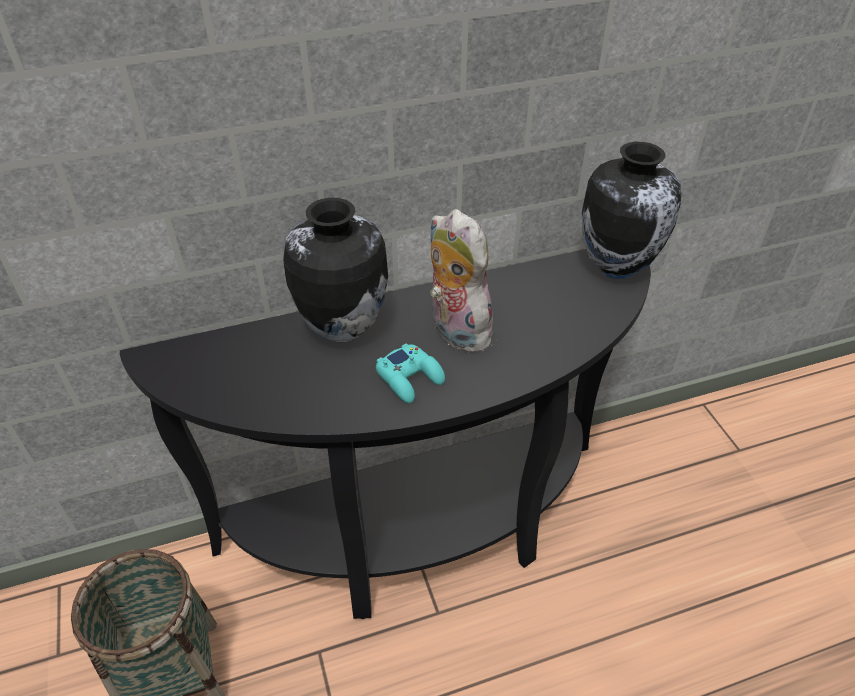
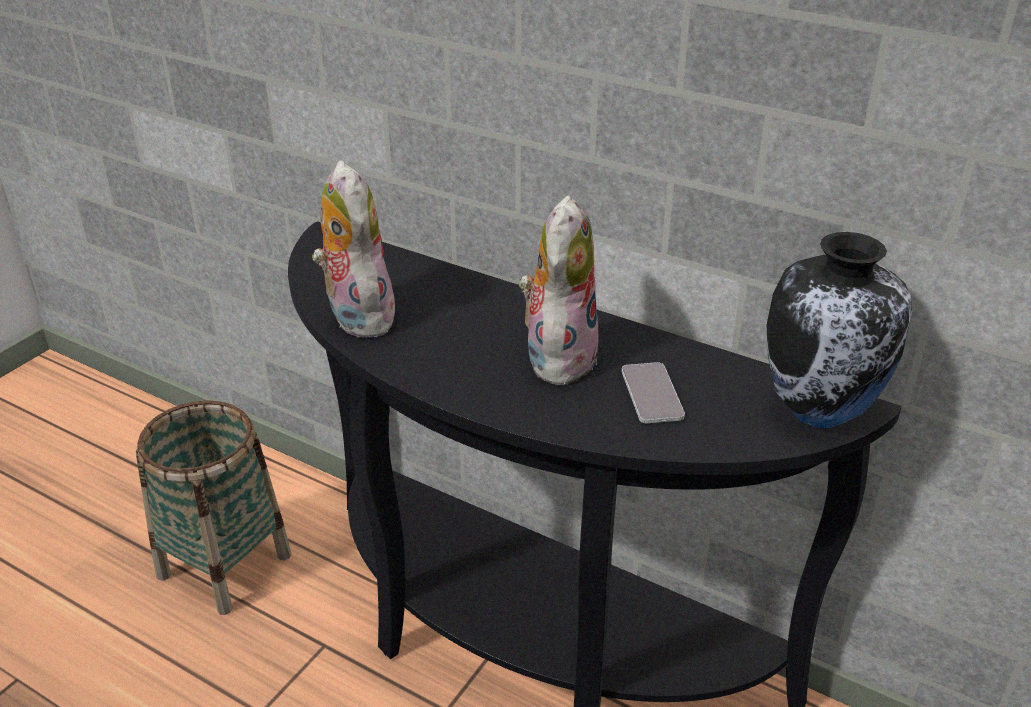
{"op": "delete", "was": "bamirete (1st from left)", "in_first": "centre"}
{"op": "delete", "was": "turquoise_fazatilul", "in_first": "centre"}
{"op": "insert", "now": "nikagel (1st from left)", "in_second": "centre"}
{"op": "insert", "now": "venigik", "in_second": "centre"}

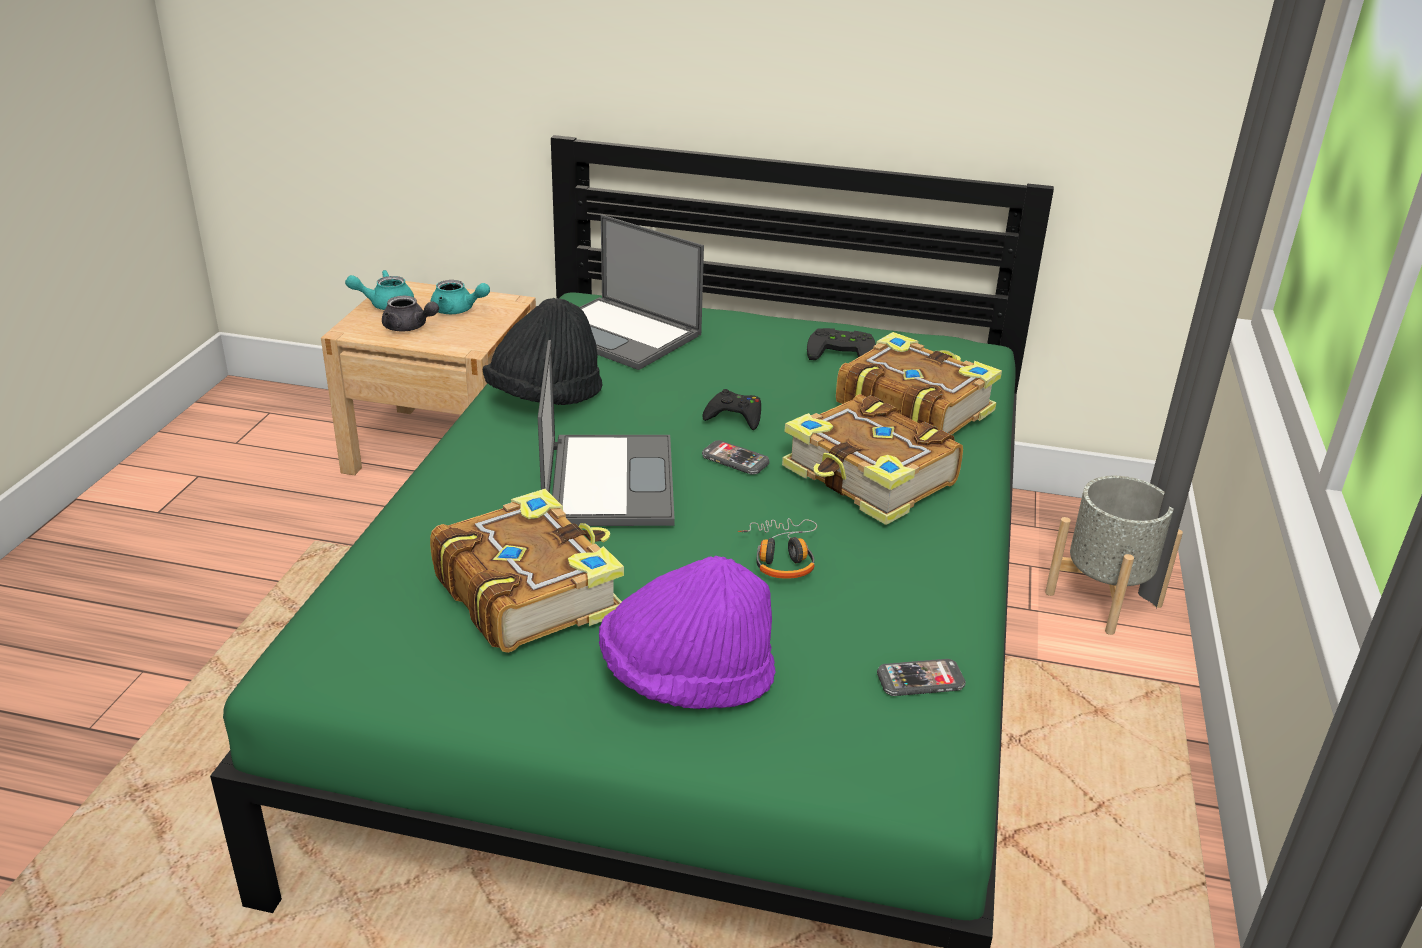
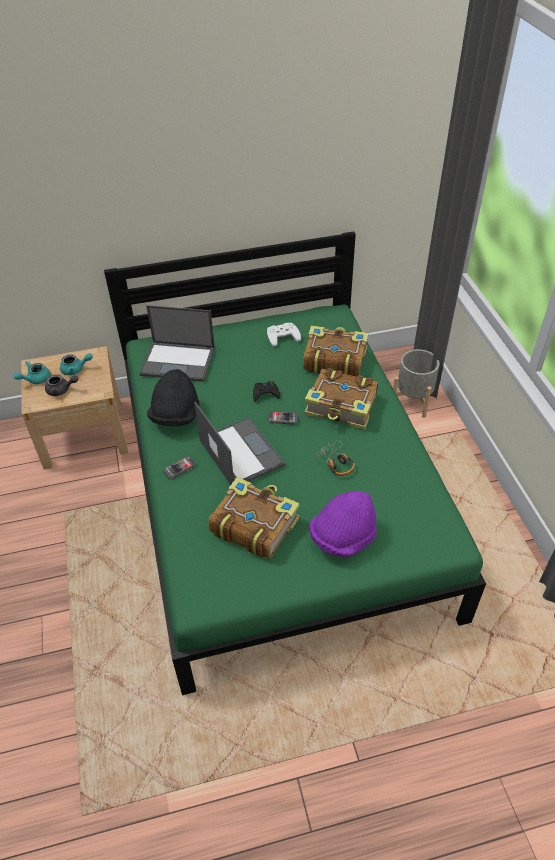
{"op": "recolor", "was": "black_fazatilul (2nd from left)", "now": "white_fazatilul", "in_first": "centre", "in_second": "centre"}
{"op": "move", "was": "venigik (2nd from left in the first image)", "now": "venigik (1st from left)", "in_first": "bottom centre", "in_second": "middle left"}

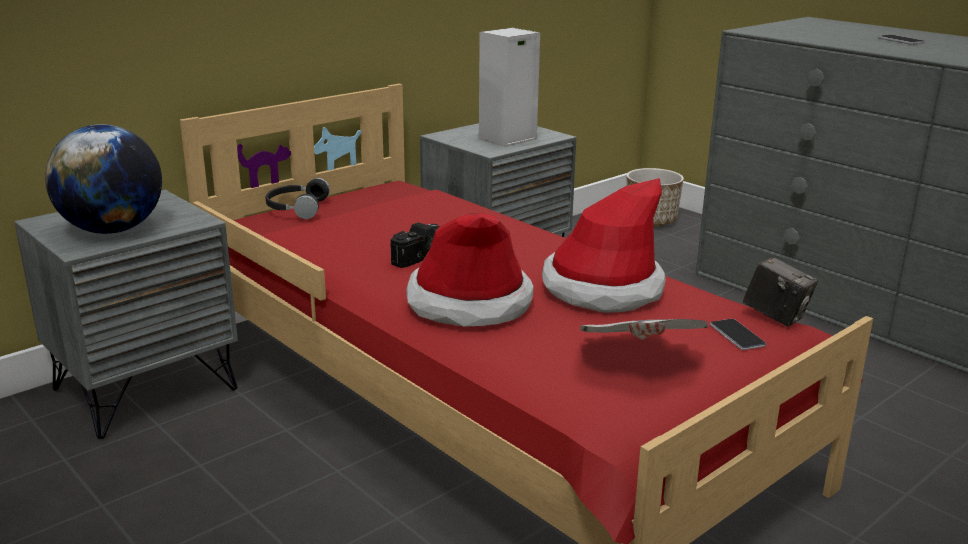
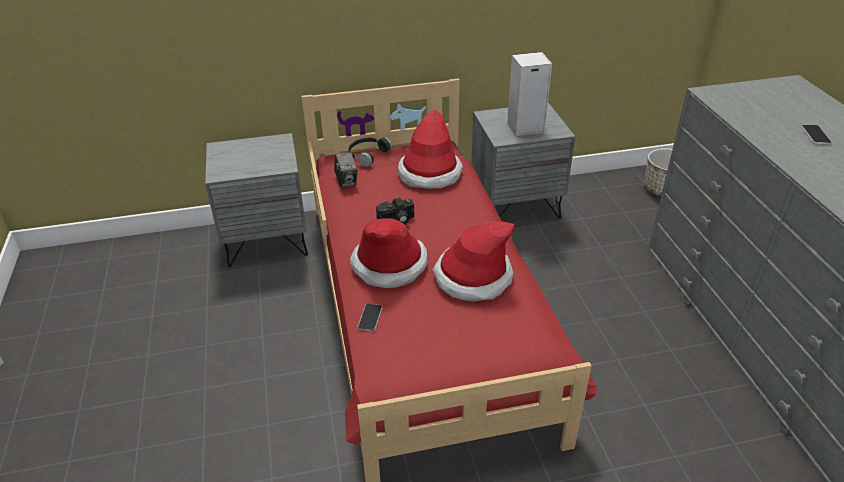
{"op": "delete", "was": "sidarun", "in_first": "top left"}
{"op": "delete", "was": "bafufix", "in_first": "centre"}
{"op": "move", "was": "venigik (1st from left)", "in_first": "middle right", "in_second": "centre"}
{"op": "move", "was": "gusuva (2nd from left in the first image)", "now": "gusuva (1st from left)", "in_first": "middle right", "in_second": "centre"}
{"op": "insert", "now": "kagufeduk (2nd from left)", "in_second": "top centre"}

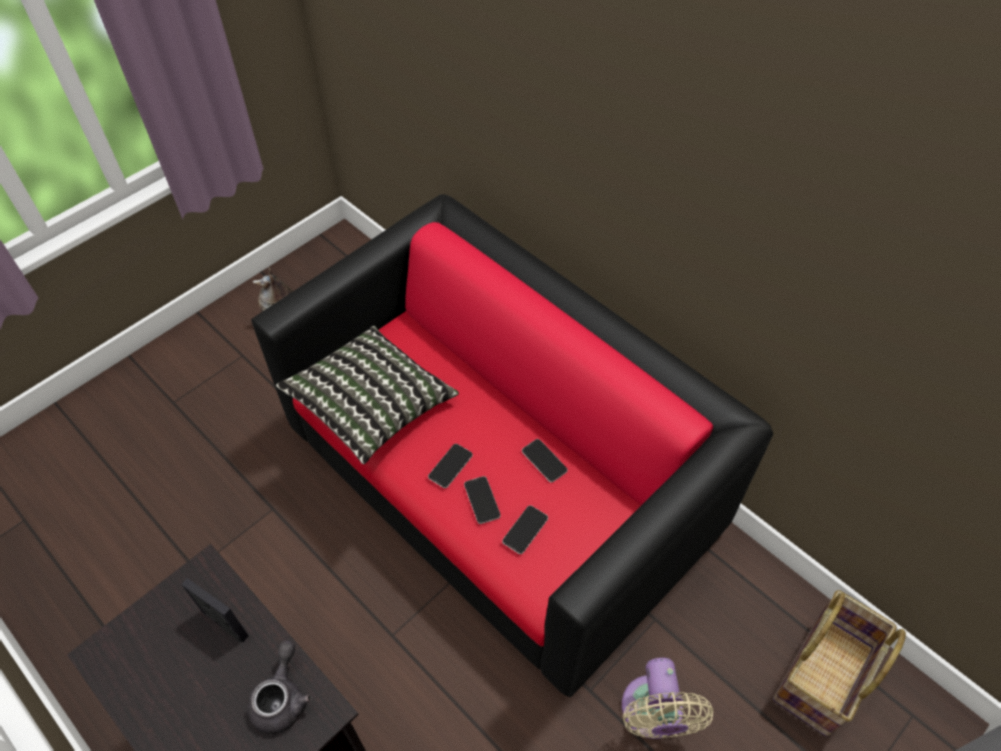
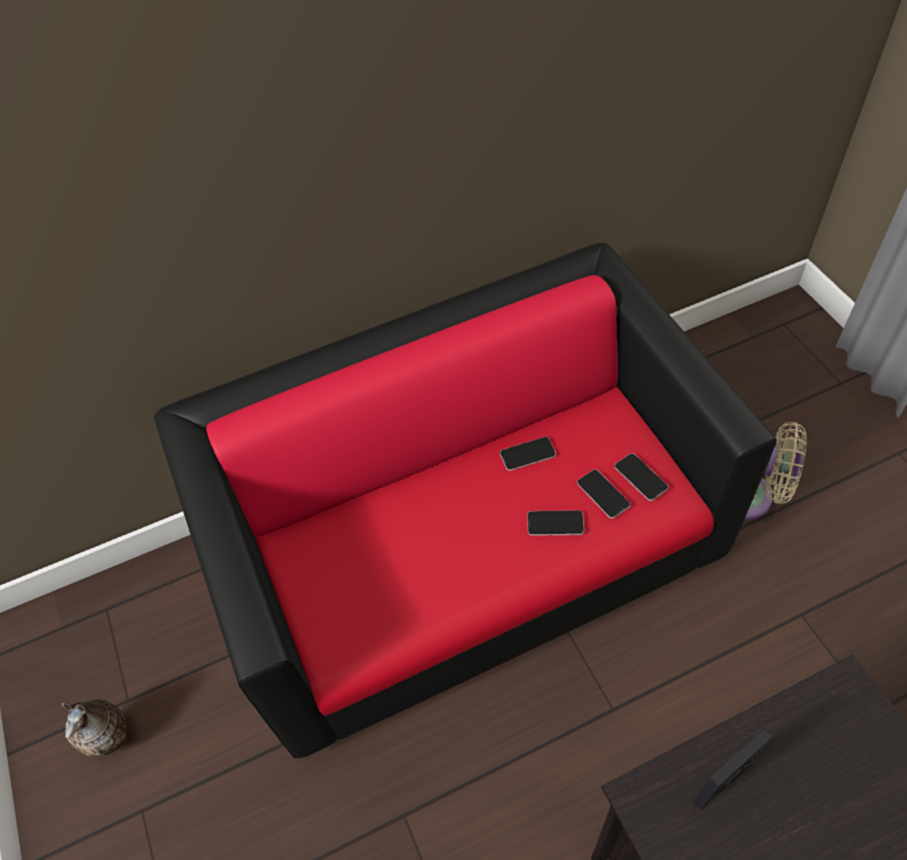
{"op": "delete", "was": "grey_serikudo", "in_first": "bottom left"}
{"op": "delete", "was": "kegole", "in_first": "centre"}
{"op": "move", "was": "venigik (1st from left in the first image)", "now": "venigik (4th from left)", "in_first": "centre", "in_second": "middle right"}
{"op": "delete", "was": "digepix", "in_first": "bottom right"}

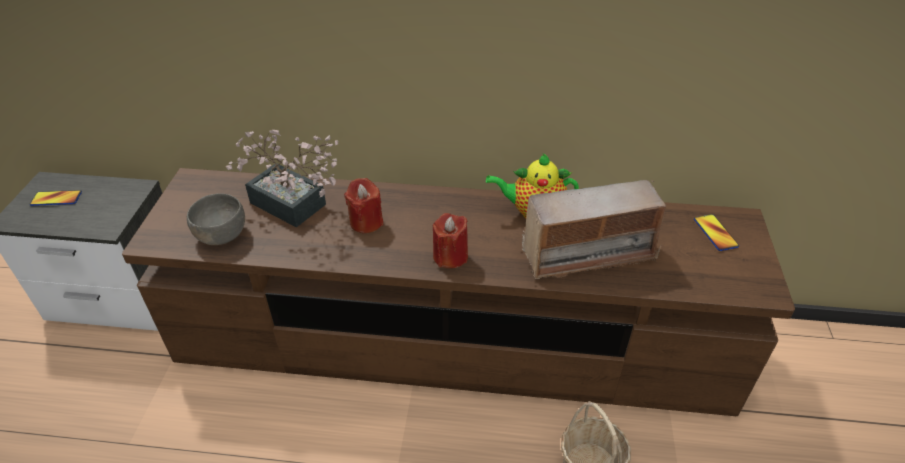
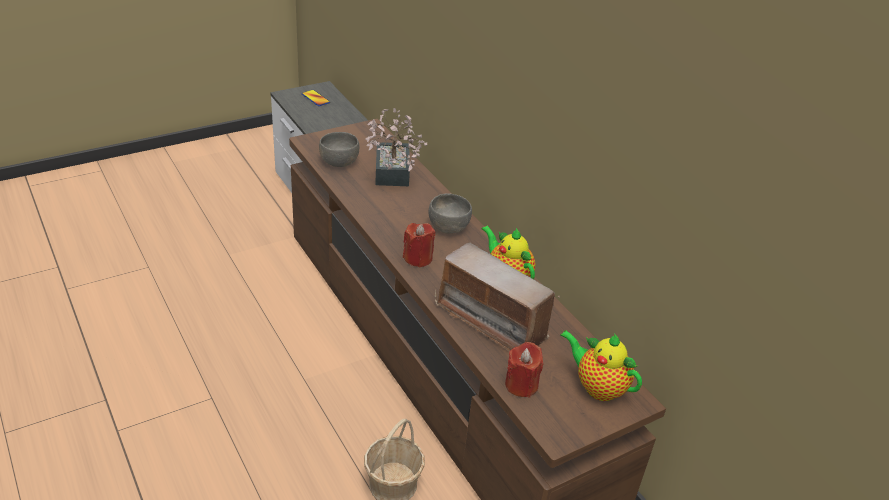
{"op": "move", "was": "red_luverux (1st from left in the first image)", "now": "red_luverux (2nd from left)", "in_first": "centre", "in_second": "bottom centre"}
{"op": "replace", "was": "venigik (2nd from left)", "now": "serikudo (2nd from left)", "in_first": "middle right", "in_second": "bottom right"}
{"op": "insert", "now": "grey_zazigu (2nd from left)", "in_second": "centre"}

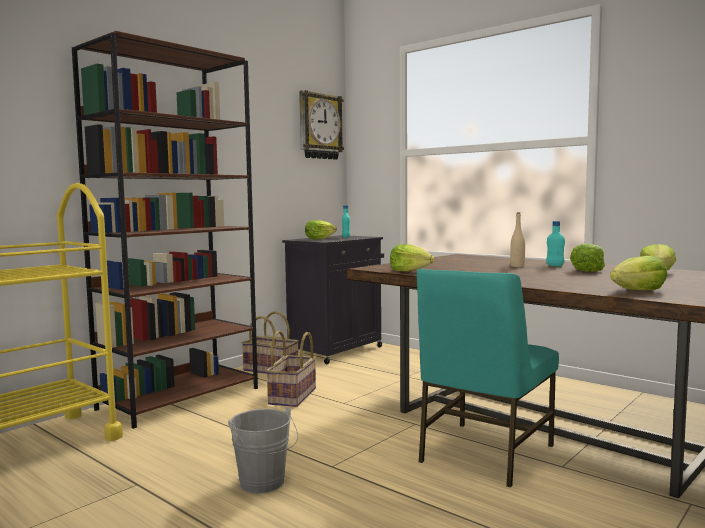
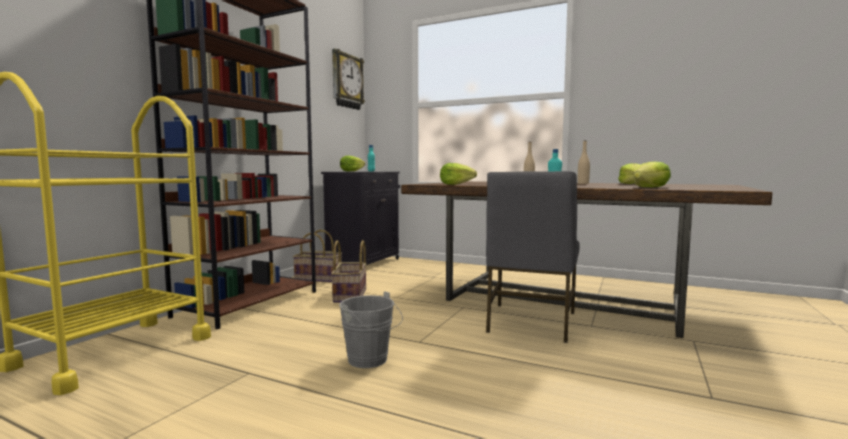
{"op": "recolor", "was": "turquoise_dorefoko", "now": "grey_dorefoko", "in_first": "bottom right", "in_second": "centre"}
{"op": "replace", "was": "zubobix (3rd from left)", "now": "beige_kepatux (2nd from left)", "in_first": "middle right", "in_second": "middle right"}

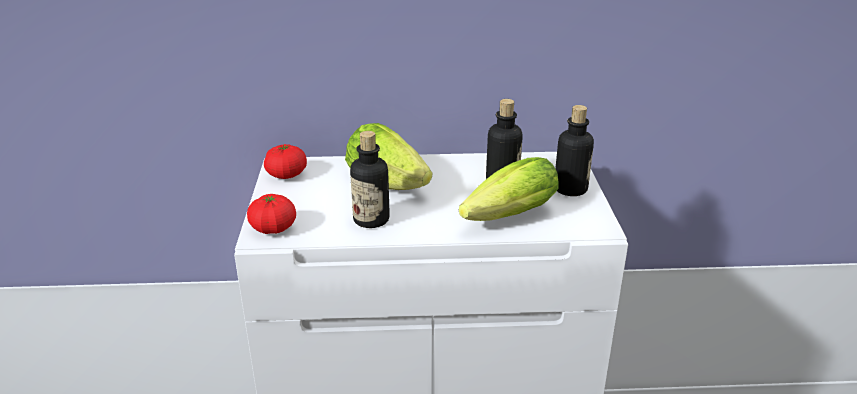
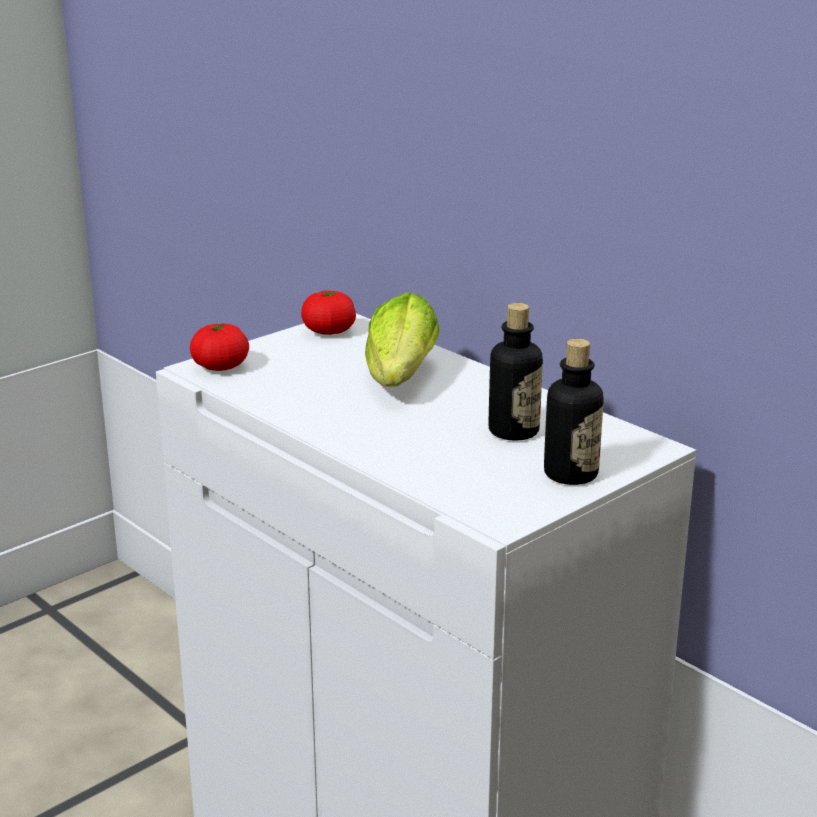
{"op": "delete", "was": "kepatux (1st from left)", "in_first": "centre"}
{"op": "delete", "was": "zubobix (2nd from left)", "in_first": "centre"}

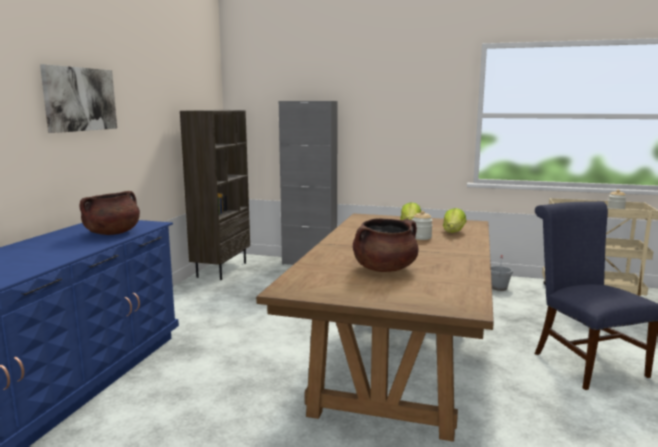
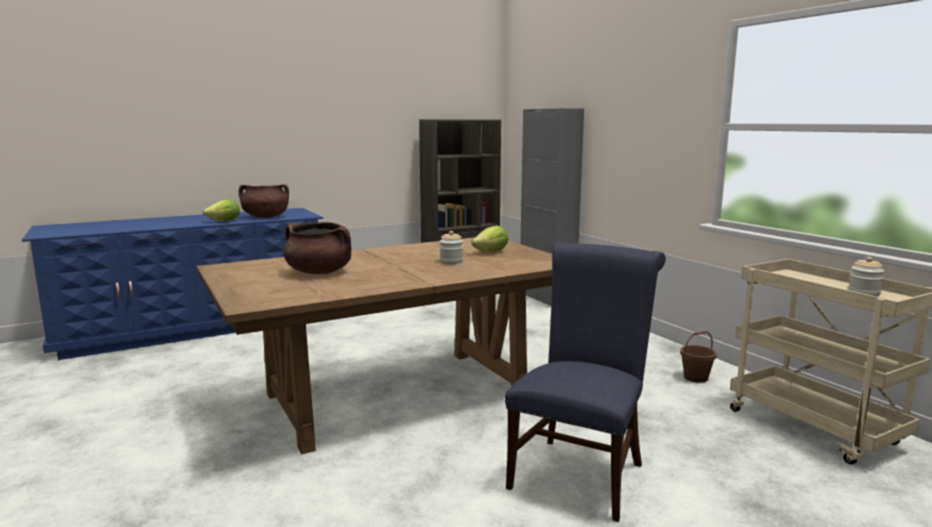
{"op": "delete", "was": "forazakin", "in_first": "top left"}
{"op": "move", "was": "zubobix (2nd from left in the first image)", "now": "zubobix (1st from left)", "in_first": "middle right", "in_second": "middle left"}
{"op": "recolor", "was": "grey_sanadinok", "now": "brown_sanadinok", "in_first": "middle right", "in_second": "bottom right"}

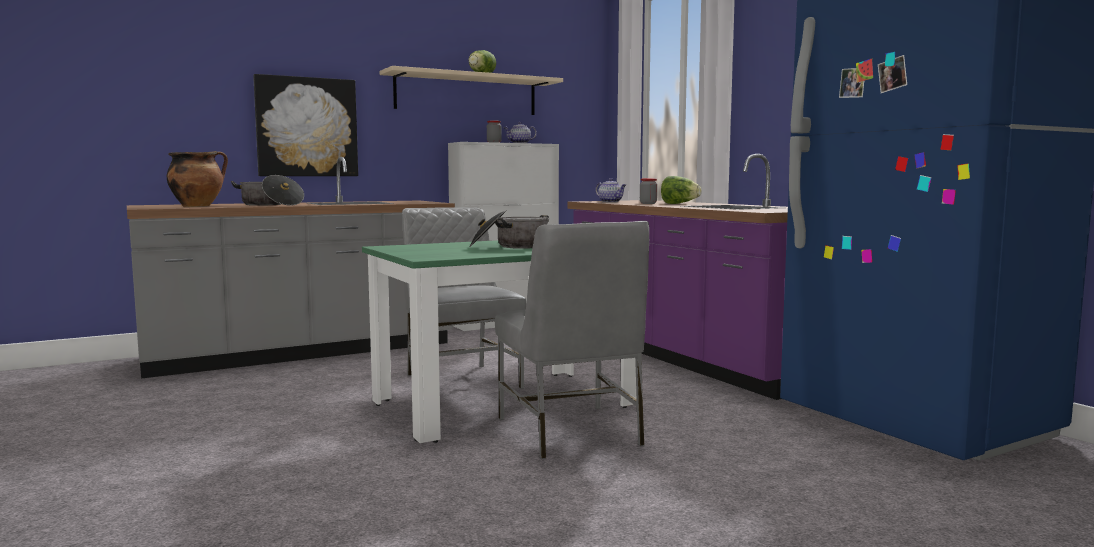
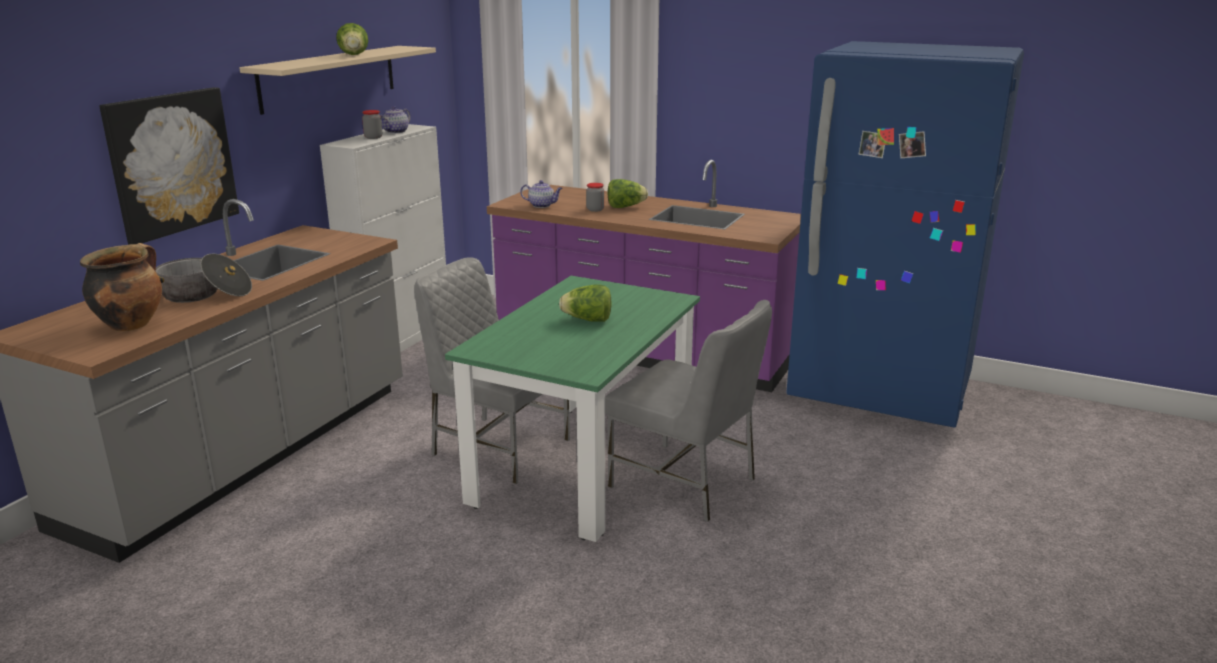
{"op": "replace", "was": "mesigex (3rd from left)", "now": "zubobix (2nd from left)", "in_first": "centre", "in_second": "centre"}

